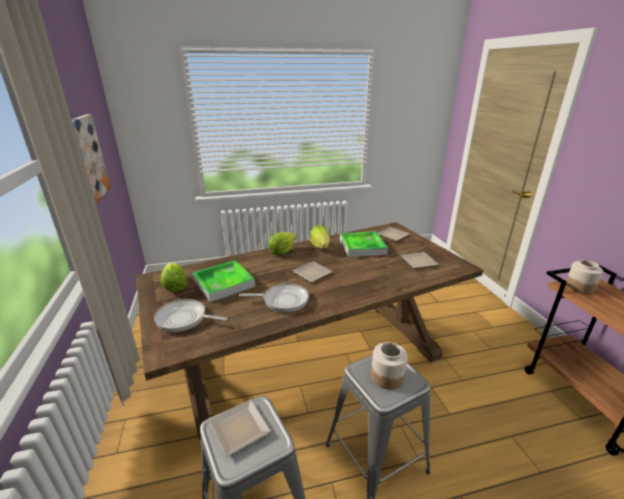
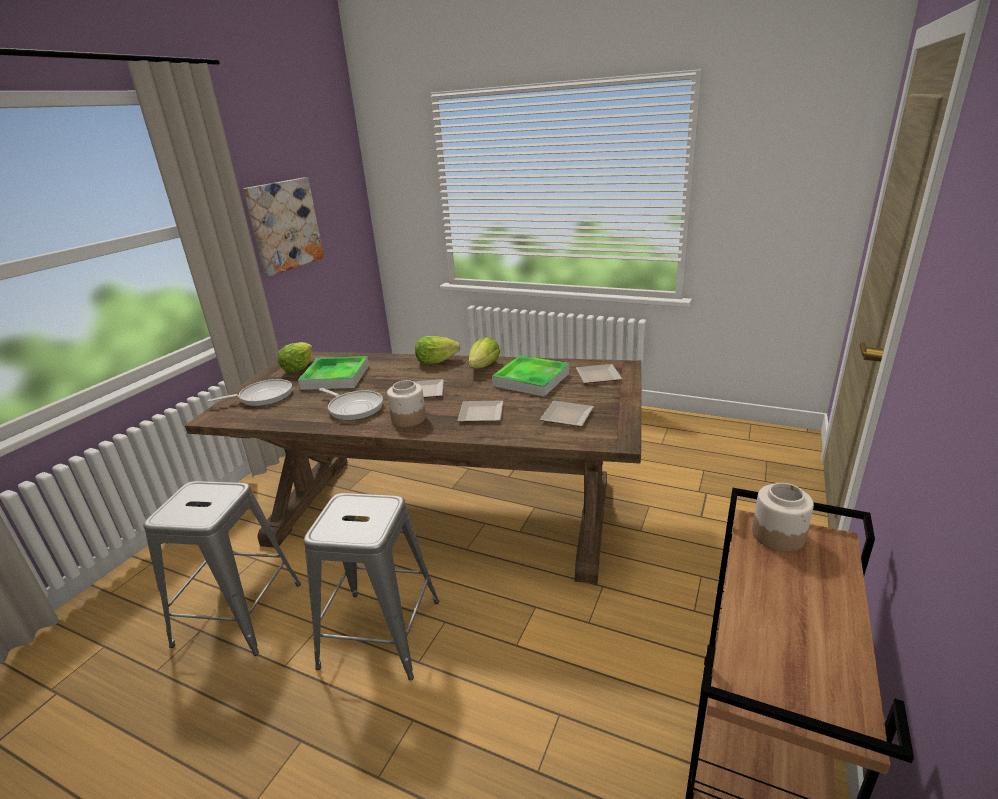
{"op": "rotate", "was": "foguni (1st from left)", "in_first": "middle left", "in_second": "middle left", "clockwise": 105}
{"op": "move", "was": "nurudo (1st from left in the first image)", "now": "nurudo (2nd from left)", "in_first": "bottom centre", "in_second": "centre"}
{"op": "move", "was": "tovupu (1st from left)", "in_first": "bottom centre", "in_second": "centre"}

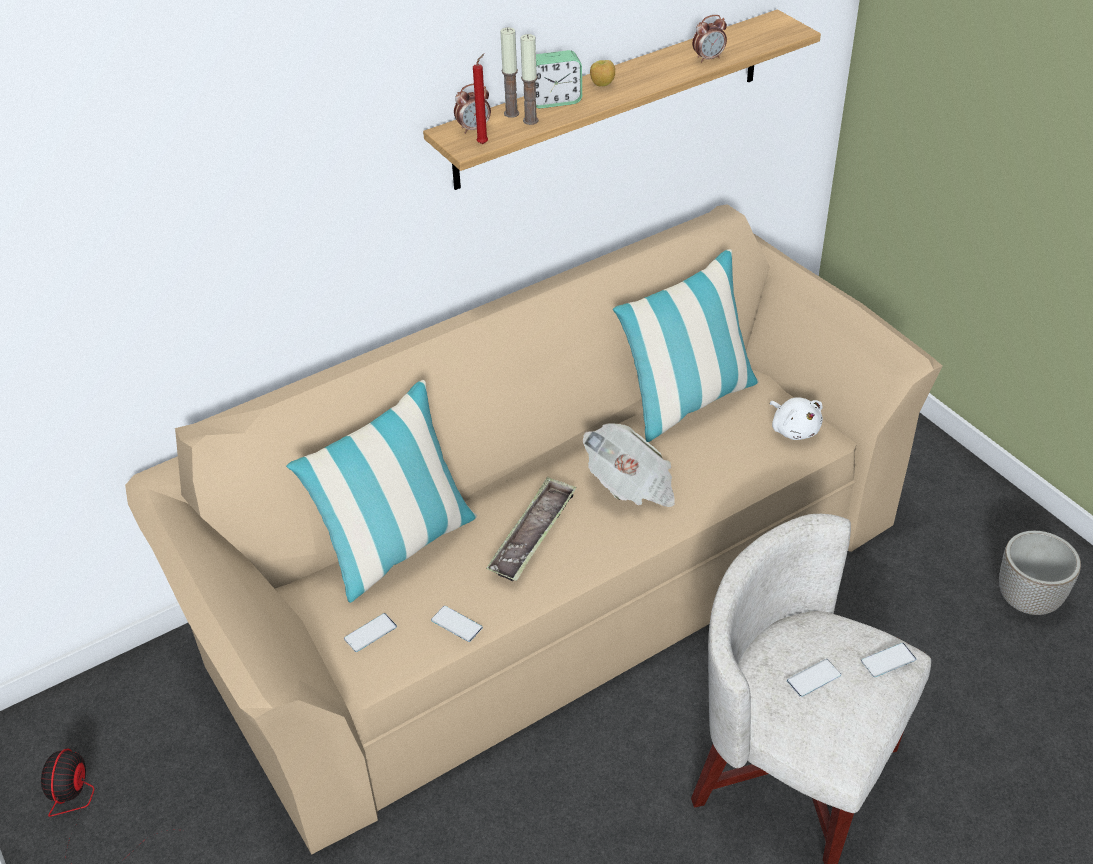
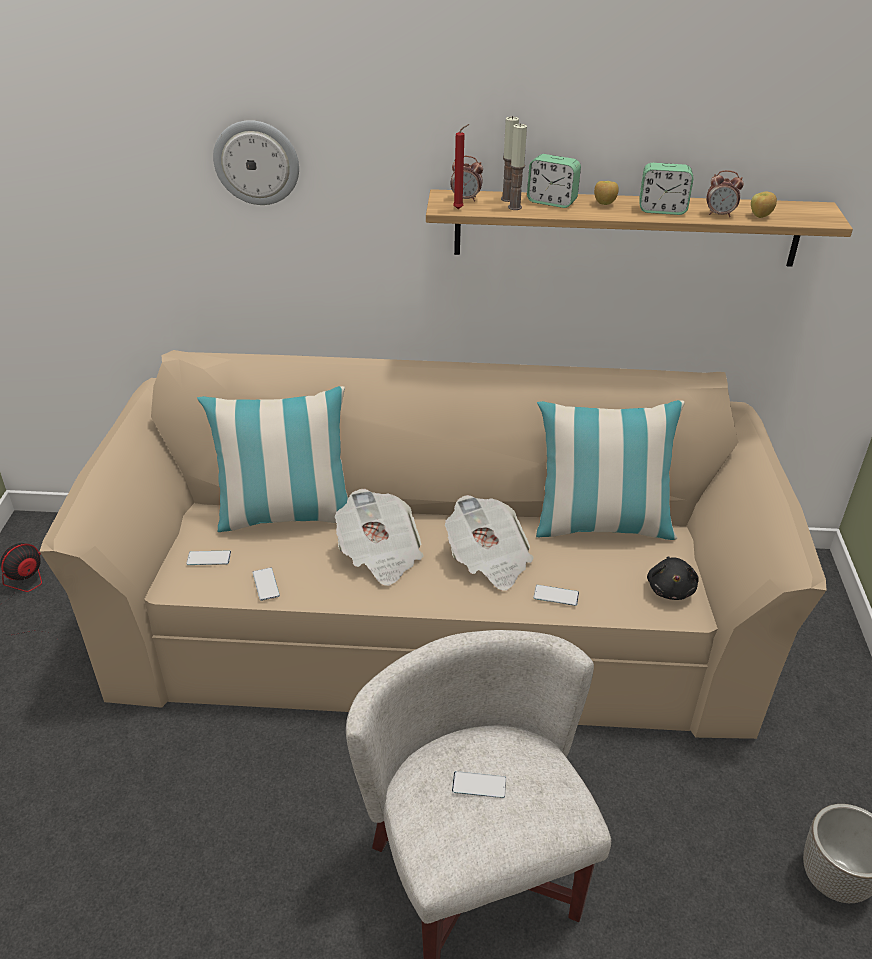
{"op": "replace", "was": "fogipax", "now": "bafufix (1st from left)", "in_first": "centre", "in_second": "centre"}
{"op": "recolor", "was": "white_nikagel", "now": "black_nikagel", "in_first": "middle right", "in_second": "middle right"}
{"op": "move", "was": "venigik (4th from left)", "in_first": "bottom right", "in_second": "centre"}
{"op": "insert", "now": "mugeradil", "in_second": "top left"}
{"op": "insert", "now": "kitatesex (3rd from left)", "in_second": "top right"}
{"op": "insert", "now": "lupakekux (2nd from left)", "in_second": "top right"}

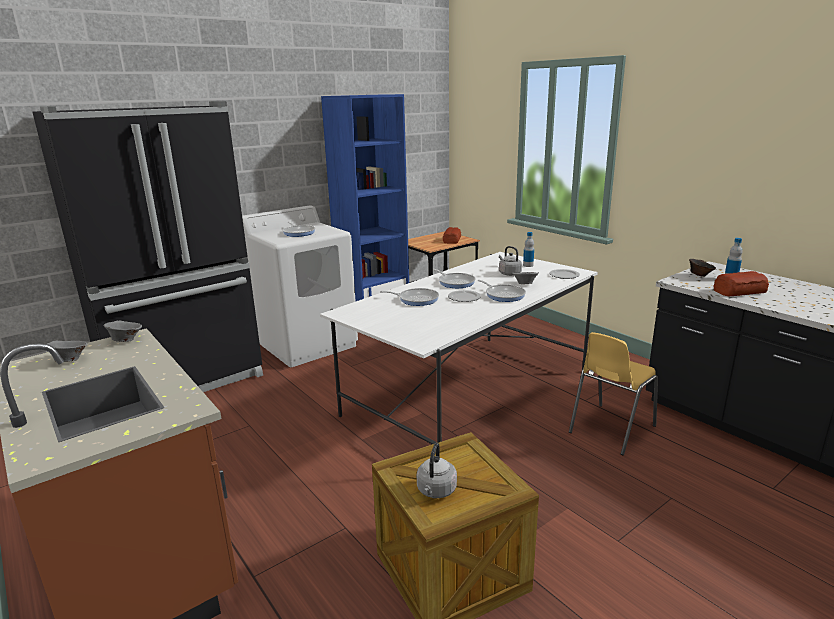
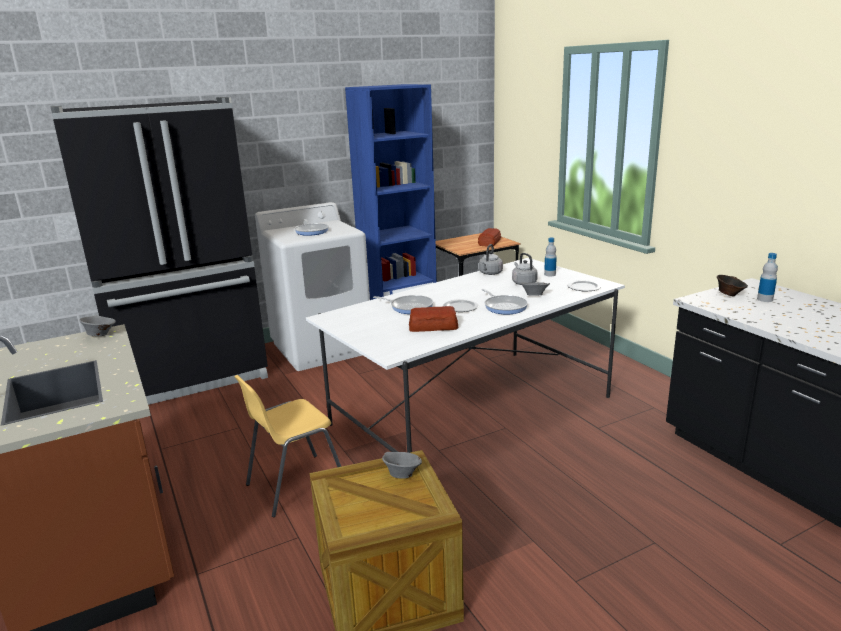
{"op": "move", "was": "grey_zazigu (1st from left in the first image)", "now": "grey_zazigu (2nd from left)", "in_first": "middle left", "in_second": "bottom centre"}
{"op": "move", "was": "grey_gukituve (1st from left)", "in_first": "bottom centre", "in_second": "centre"}
{"op": "delete", "was": "foguni (3rd from left)", "in_first": "centre"}
{"op": "move", "was": "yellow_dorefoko", "in_first": "middle right", "in_second": "bottom centre"}
{"op": "move", "was": "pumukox (2nd from left in the first image)", "now": "pumukox (1st from left)", "in_first": "middle right", "in_second": "centre"}

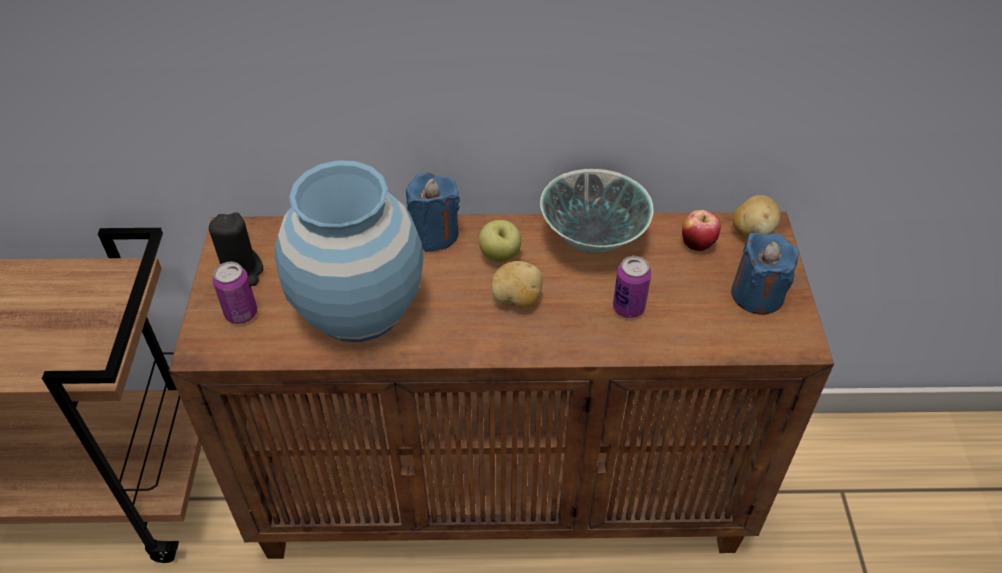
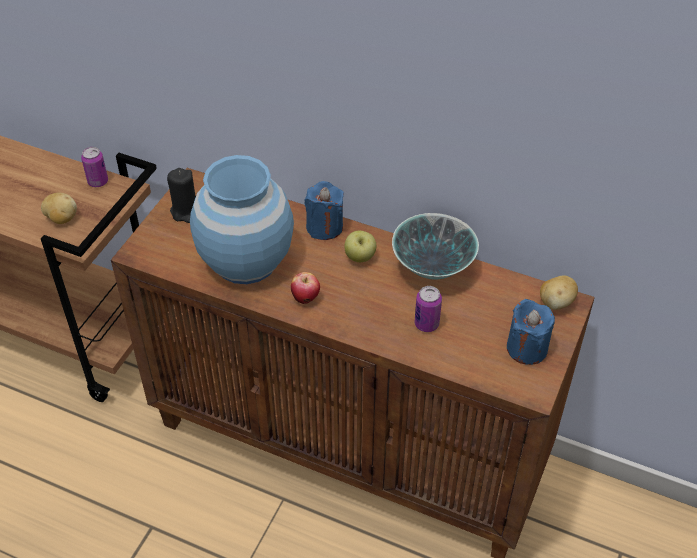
{"op": "move", "was": "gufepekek (1st from left)", "in_first": "middle left", "in_second": "top left"}
{"op": "move", "was": "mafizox (1st from left)", "in_first": "centre", "in_second": "middle left"}
{"op": "move", "was": "lupakekux (2nd from left in the first image)", "now": "lupakekux (1st from left)", "in_first": "middle right", "in_second": "centre"}

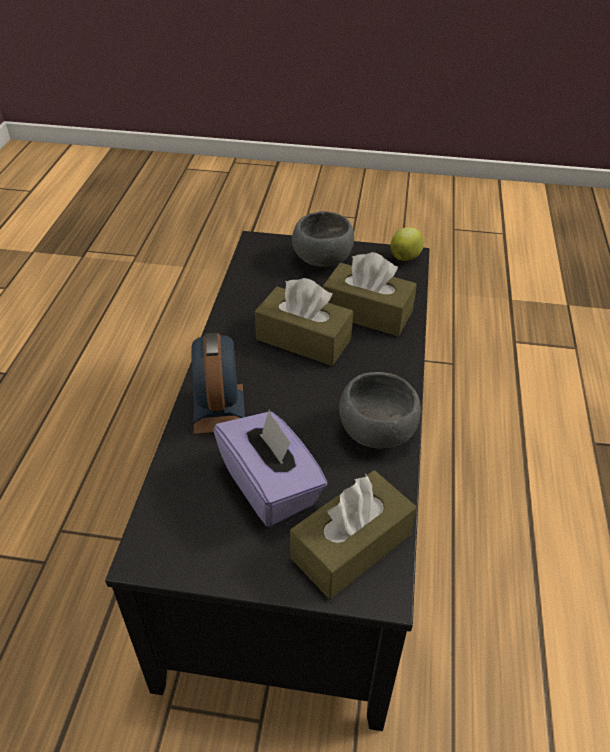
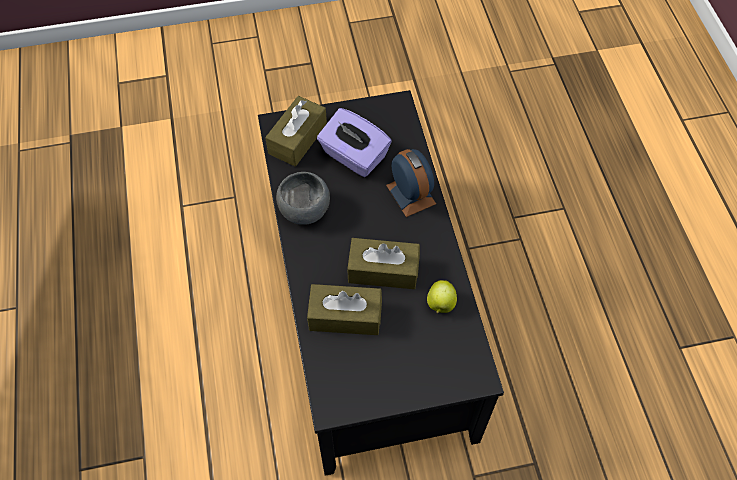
{"op": "delete", "was": "grey_zazigu (1st from left)", "in_first": "top centre"}
{"op": "move", "was": "lupakekux", "in_first": "top right", "in_second": "centre"}

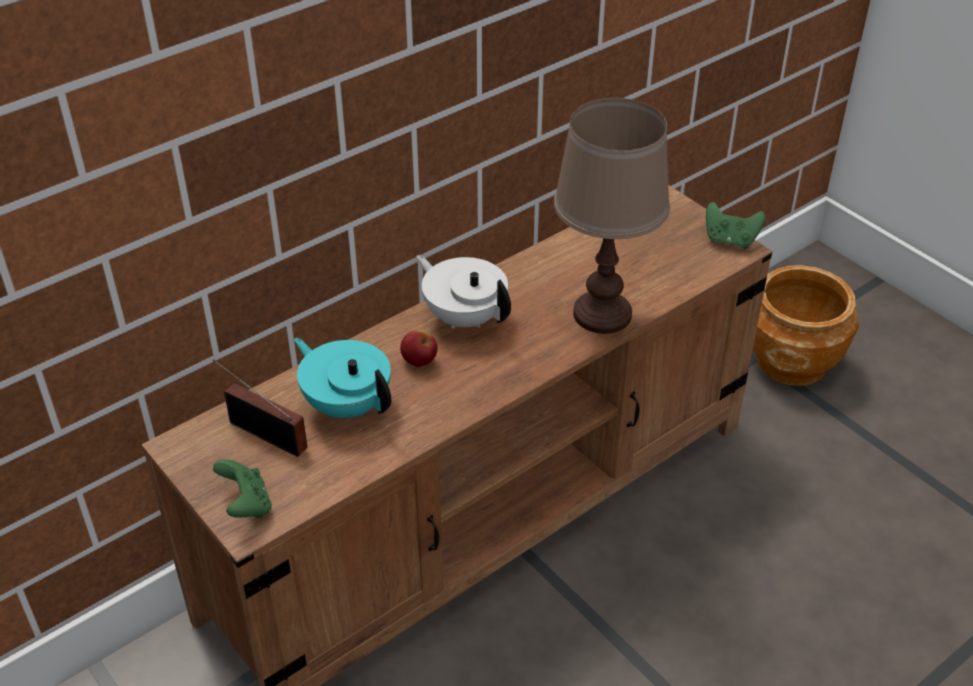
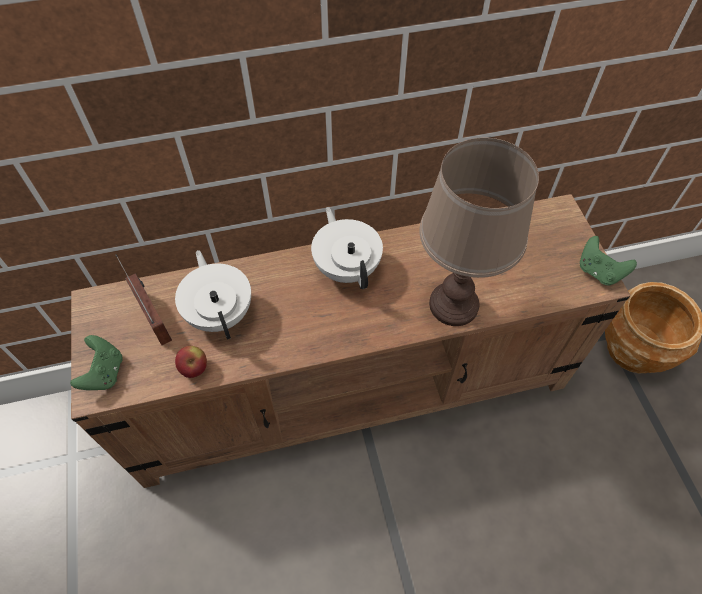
{"op": "recolor", "was": "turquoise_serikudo", "now": "white_serikudo (1st from left)", "in_first": "centre", "in_second": "middle left"}
{"op": "move", "was": "lupakekux", "in_first": "centre", "in_second": "middle left"}

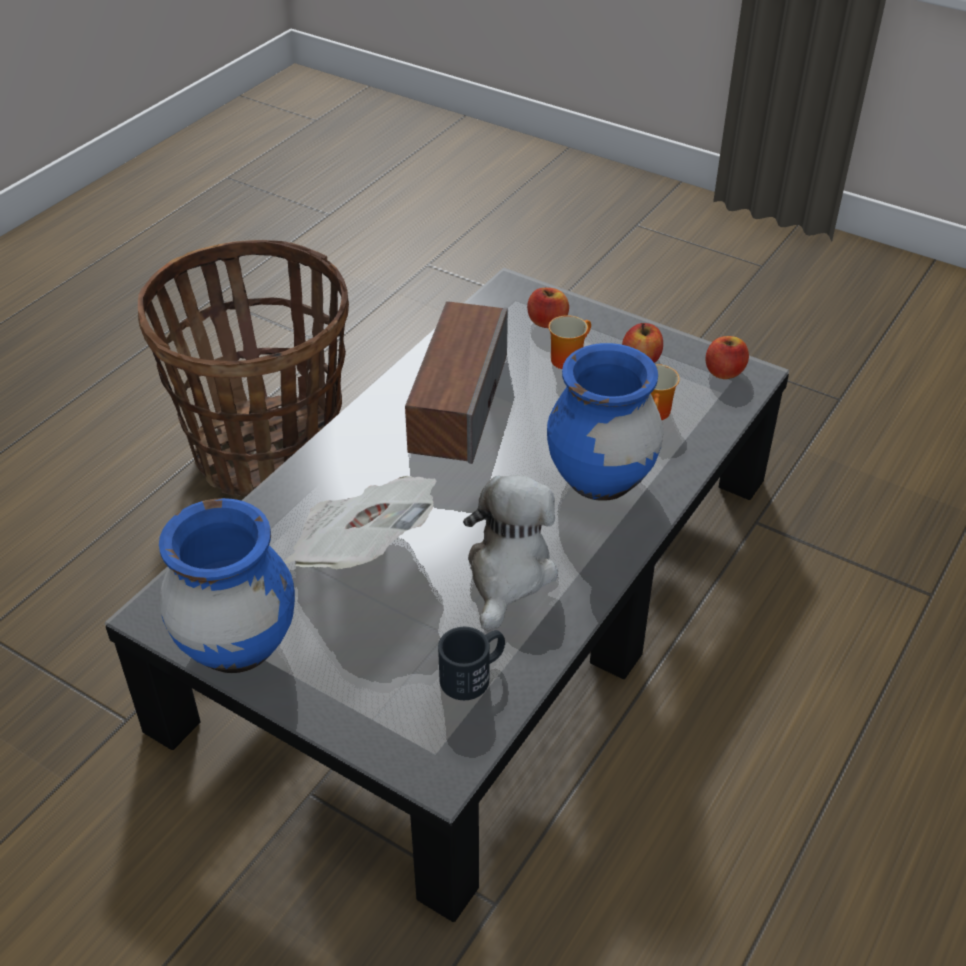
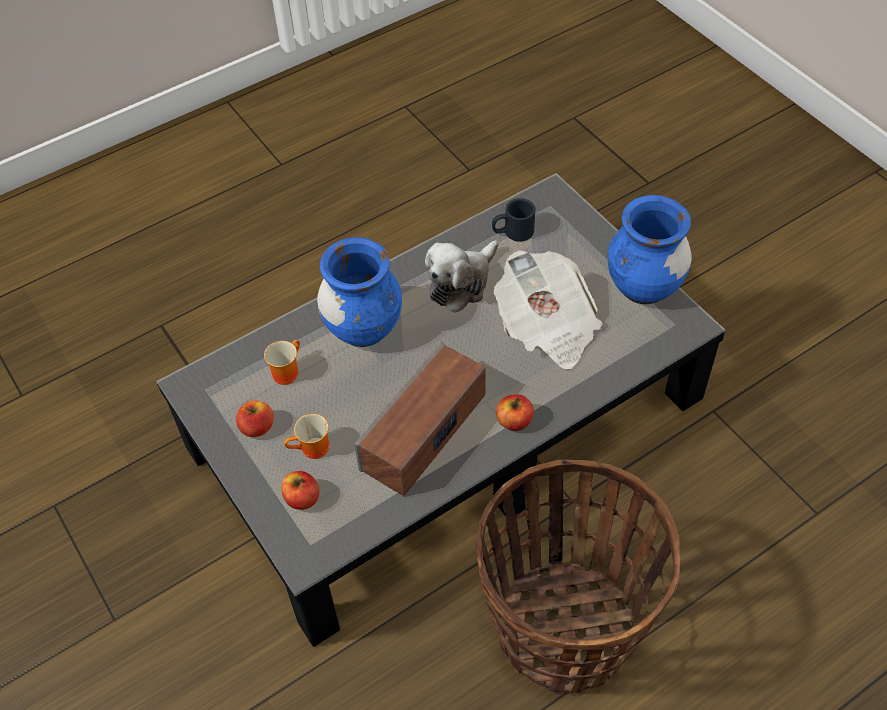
{"op": "move", "was": "lupakekux (3rd from left)", "in_first": "middle right", "in_second": "centre"}

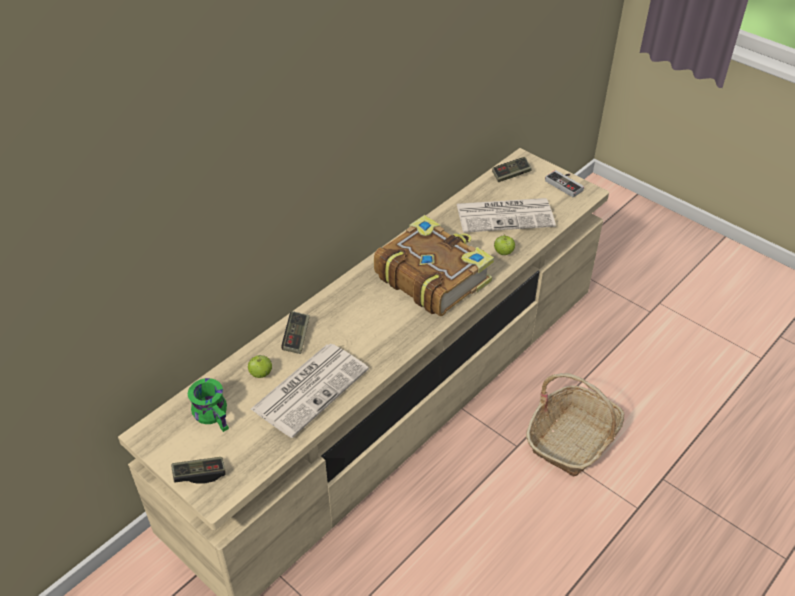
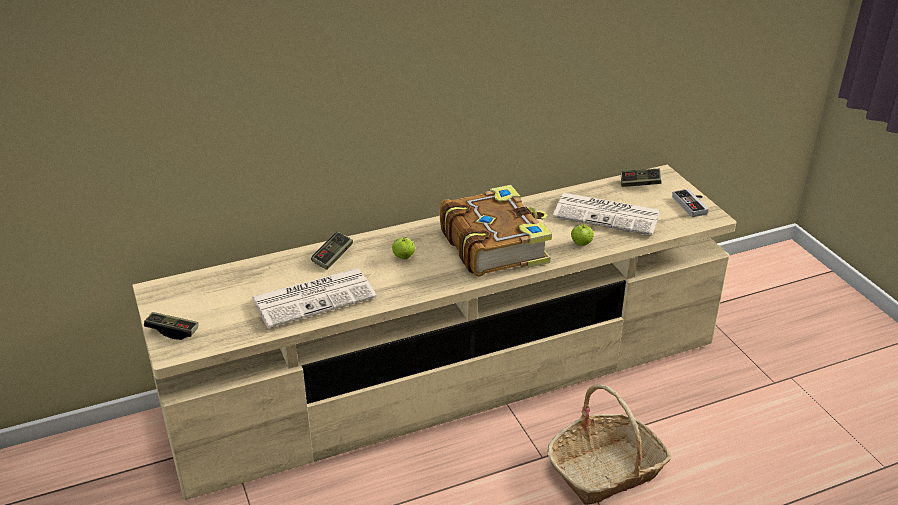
{"op": "delete", "was": "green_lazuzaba", "in_first": "bottom left"}
{"op": "move", "was": "lupakekux (1st from left)", "in_first": "middle left", "in_second": "centre"}

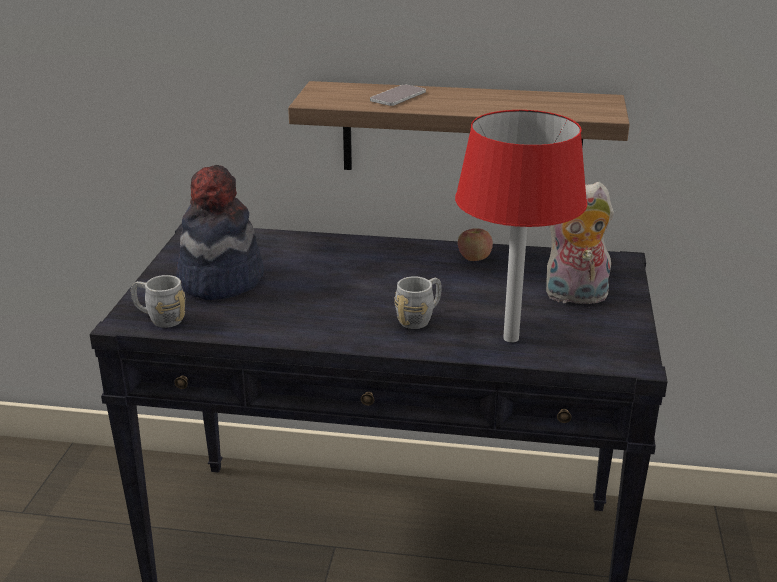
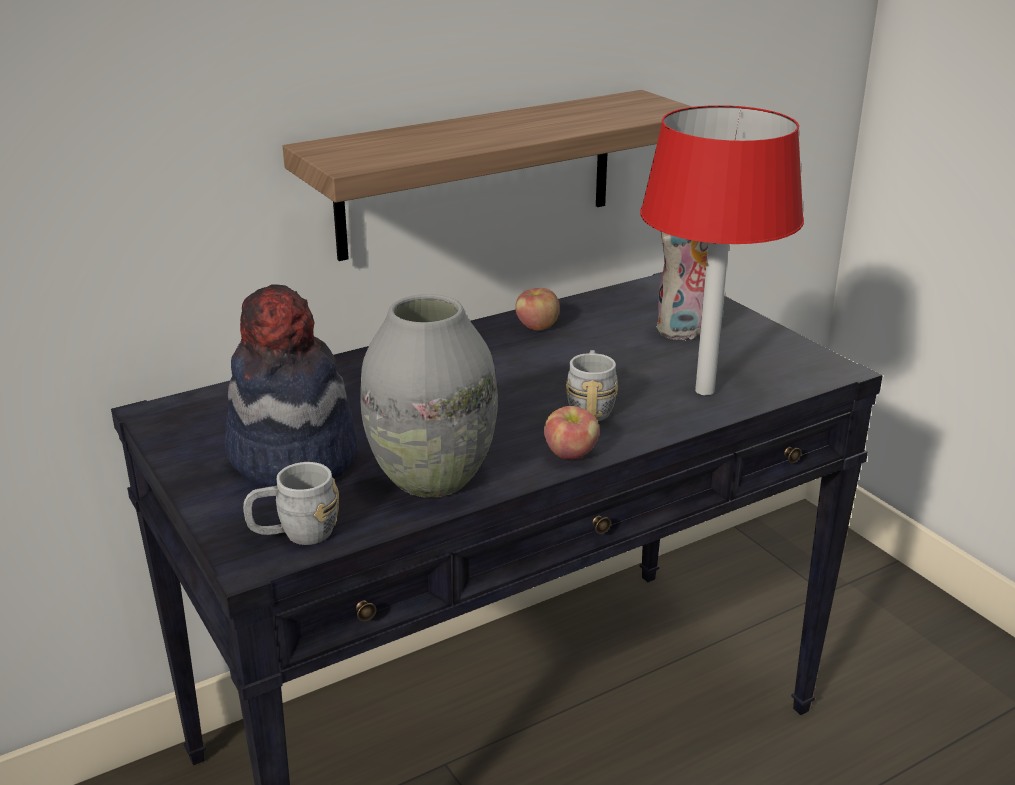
{"op": "delete", "was": "venigik", "in_first": "top centre"}
{"op": "insert", "now": "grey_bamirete", "in_second": "centre"}
{"op": "insert", "now": "lupakekux (2nd from left)", "in_second": "centre"}

